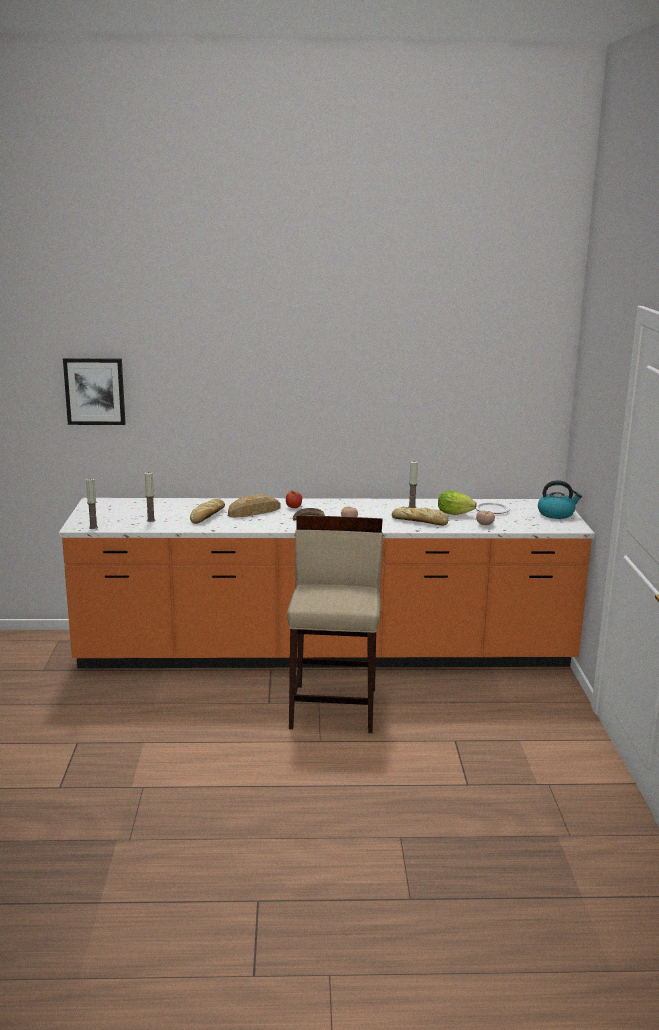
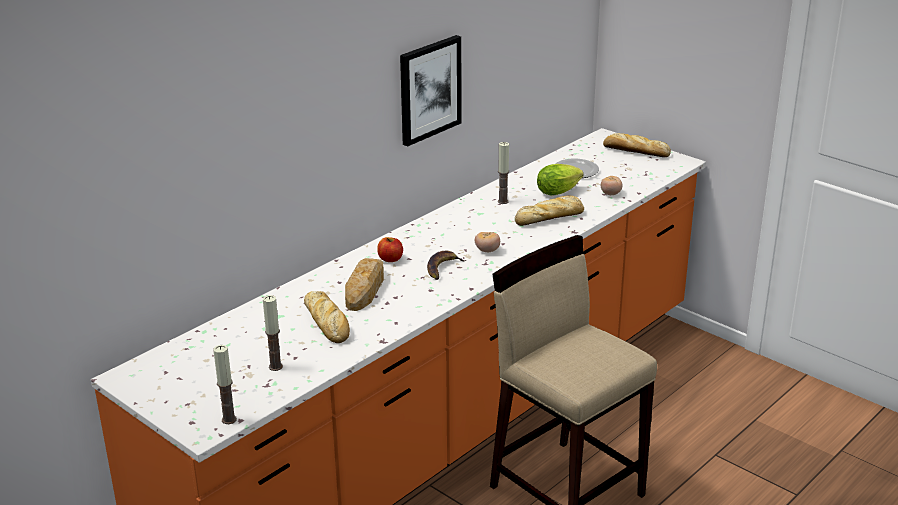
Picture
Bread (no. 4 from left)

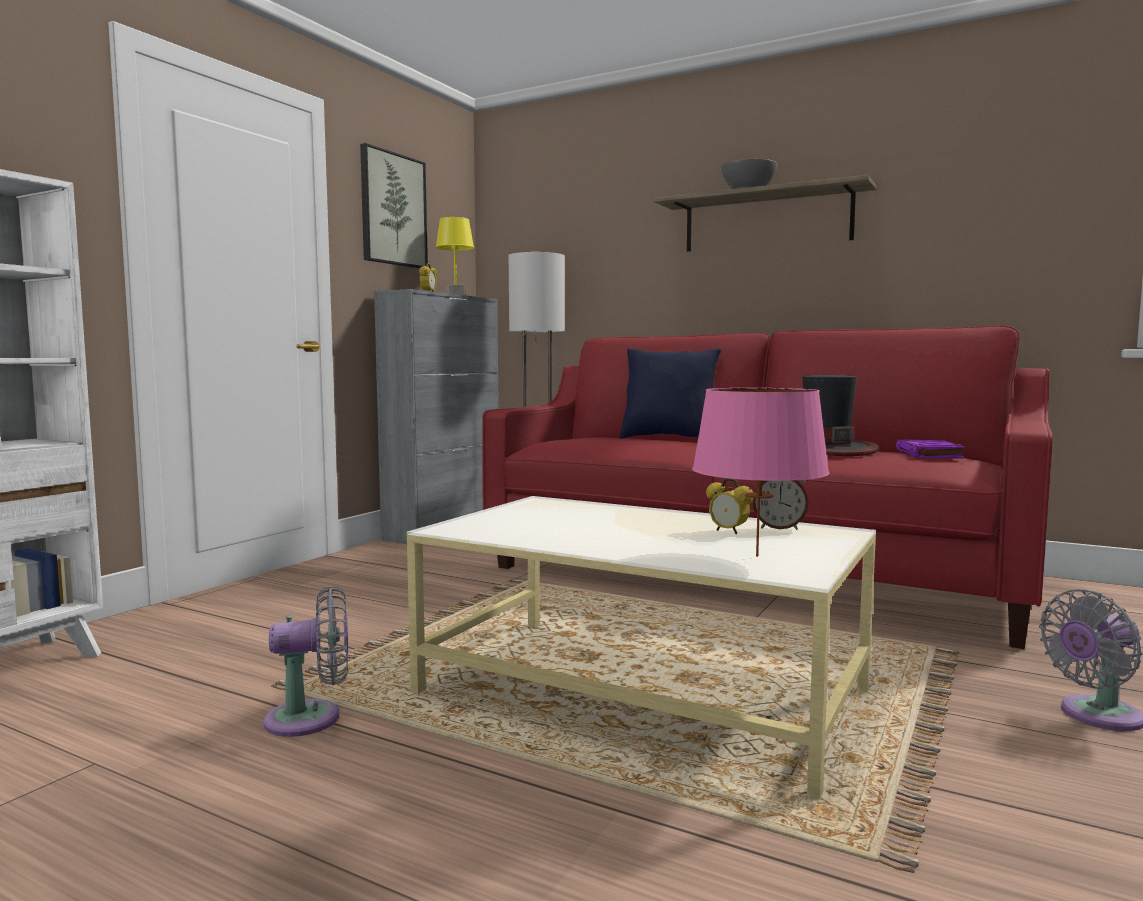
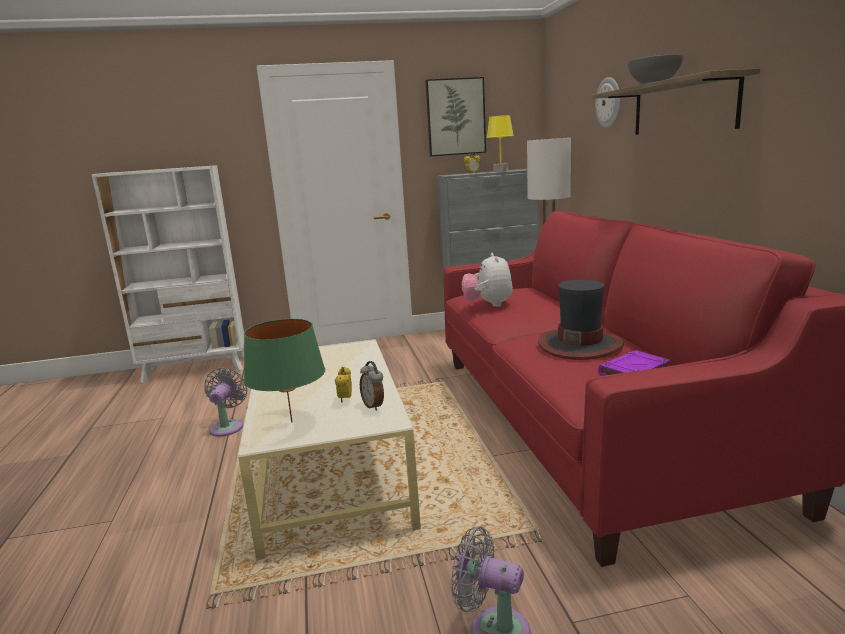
GreyFan (no. 1 from left)
BluePillow
GreenTableLamp
PlushToy
WallClock

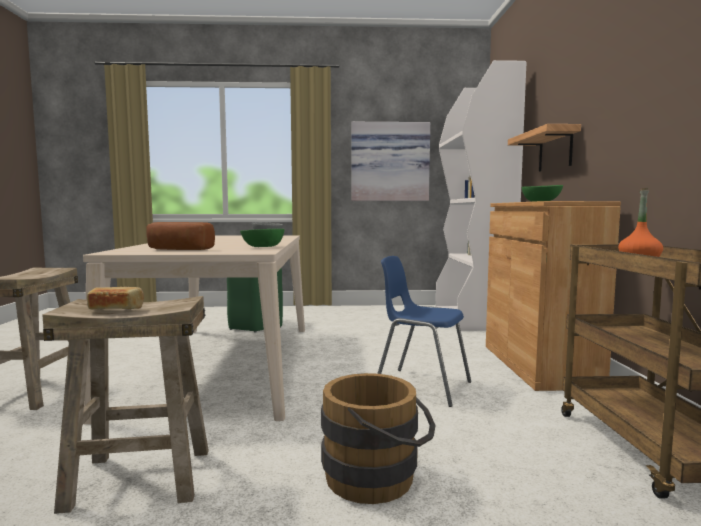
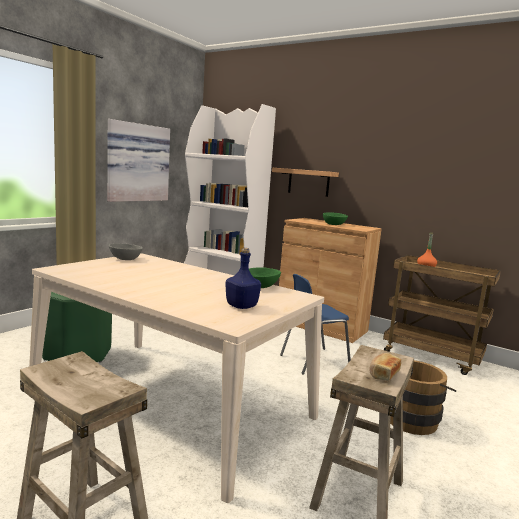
BlueBottle

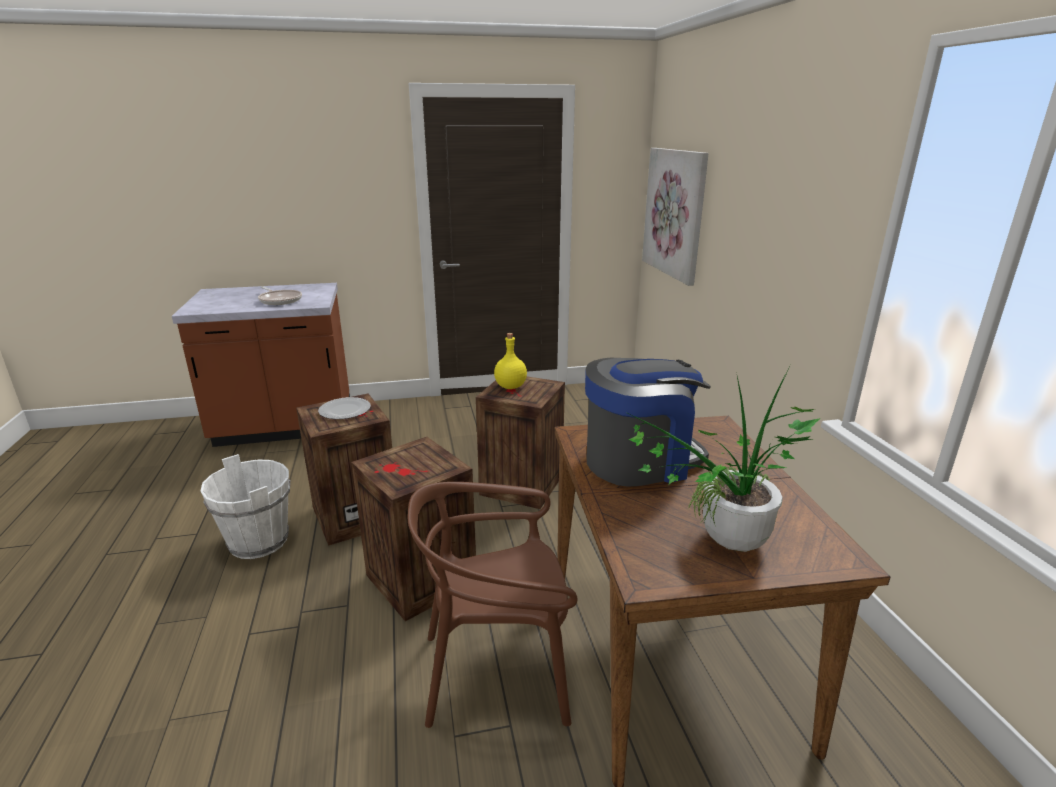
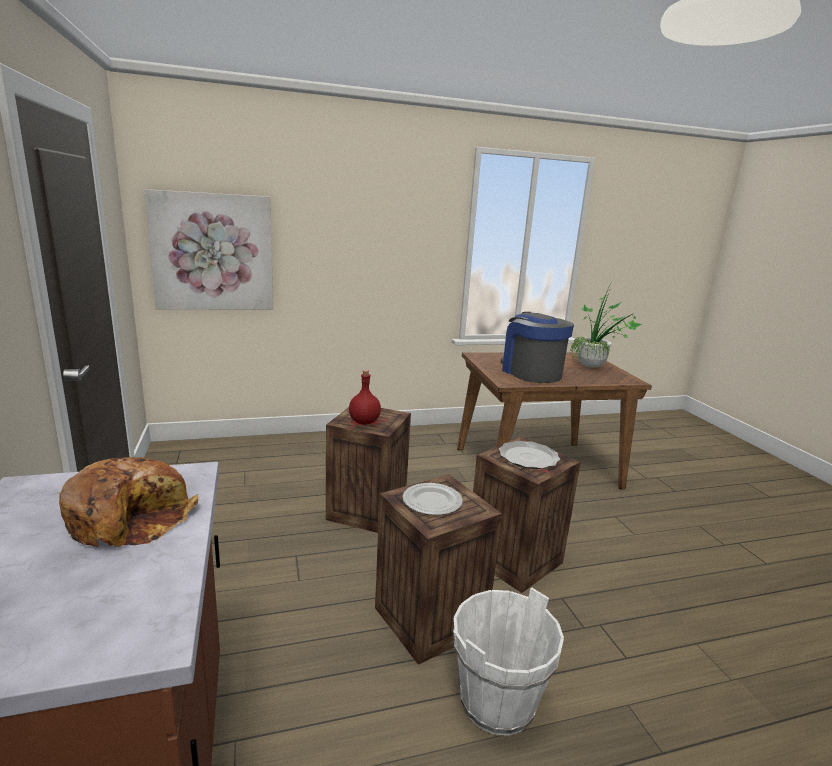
Bread
BrownChair
RedBottle
Plate (no. 2 from left)

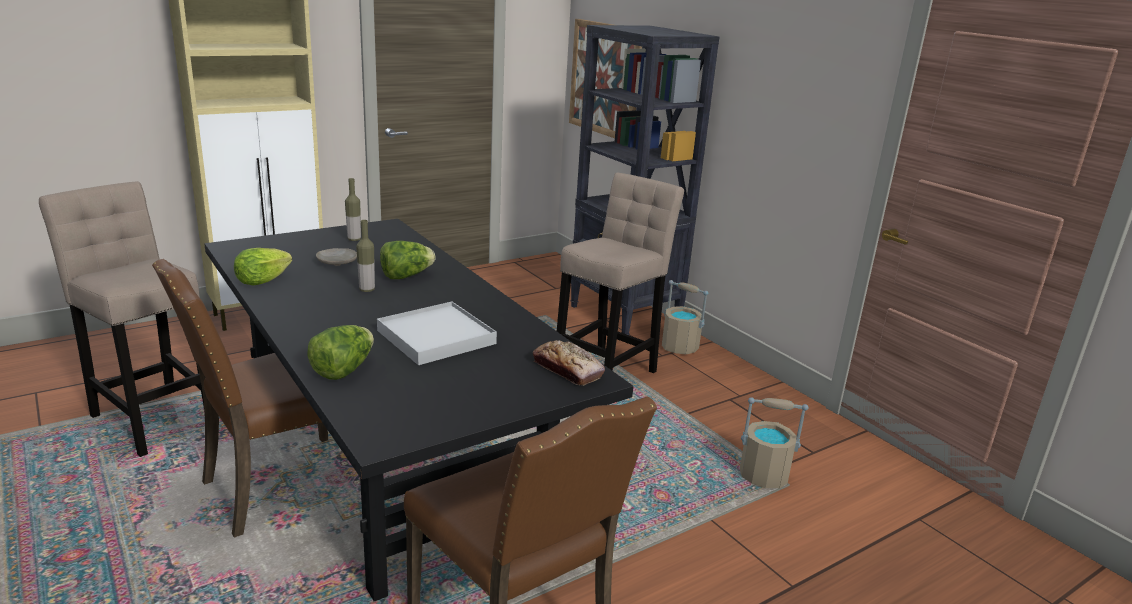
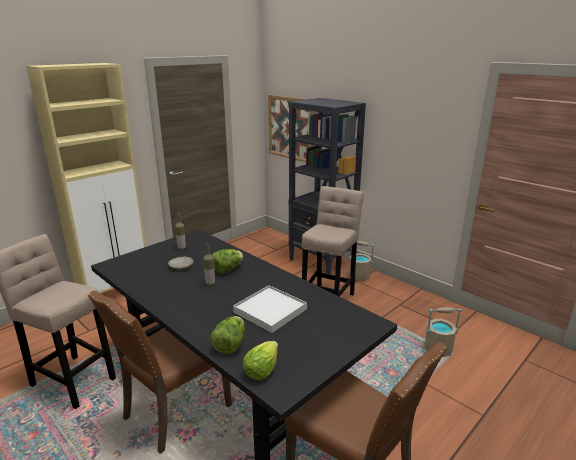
Lettuce (no. 3 from left)
Bread

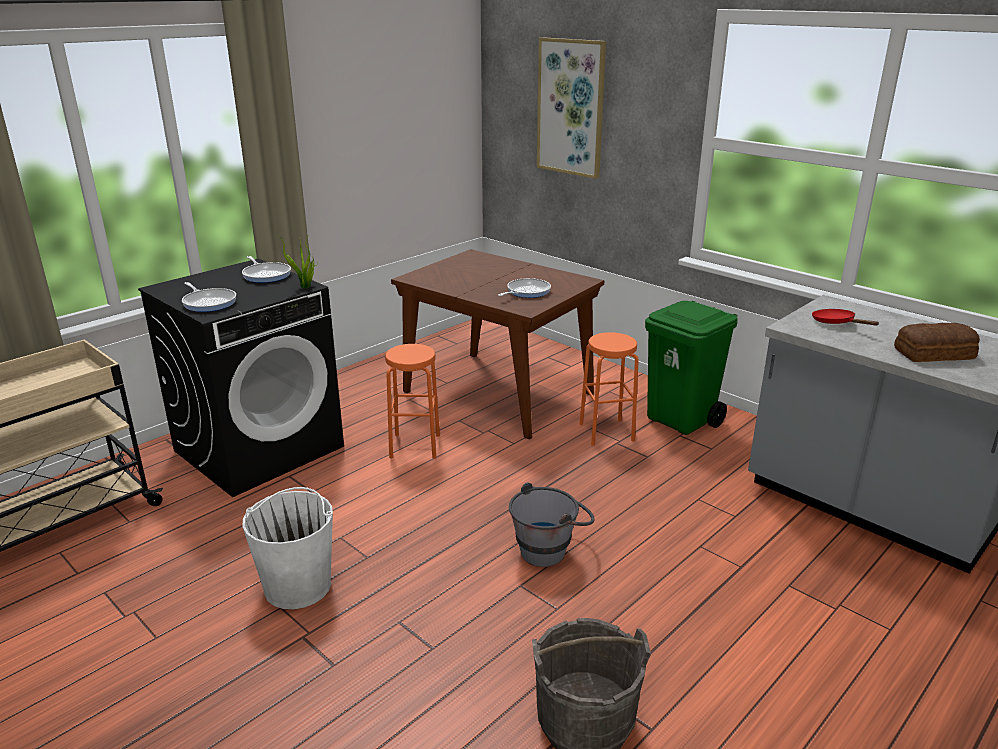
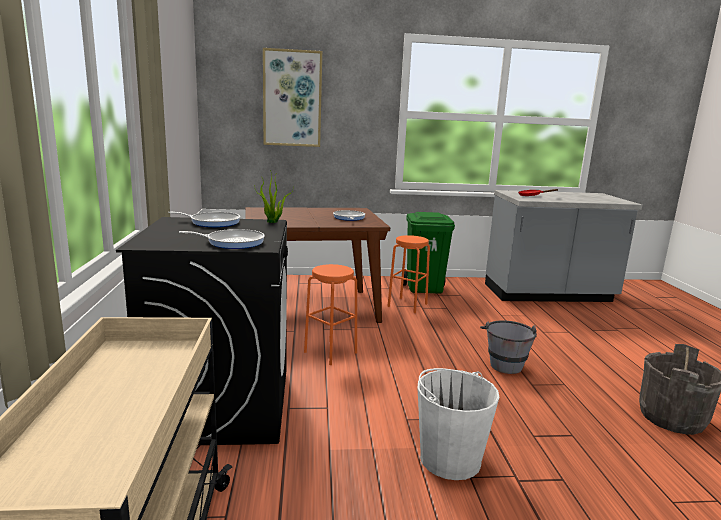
Bread

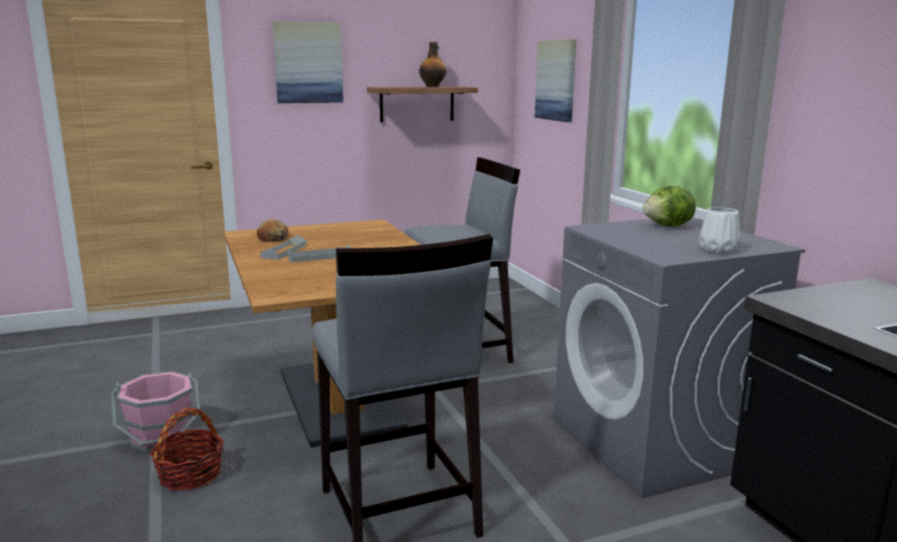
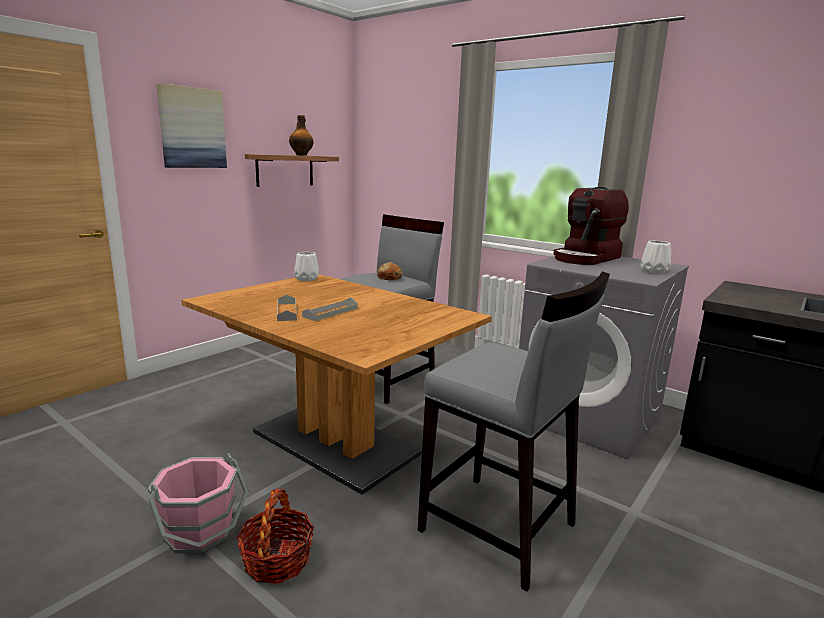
Bread
Picture (no. 2 from left in the first image)
CoffeeMachine
WhiteVase (no. 1 from left)

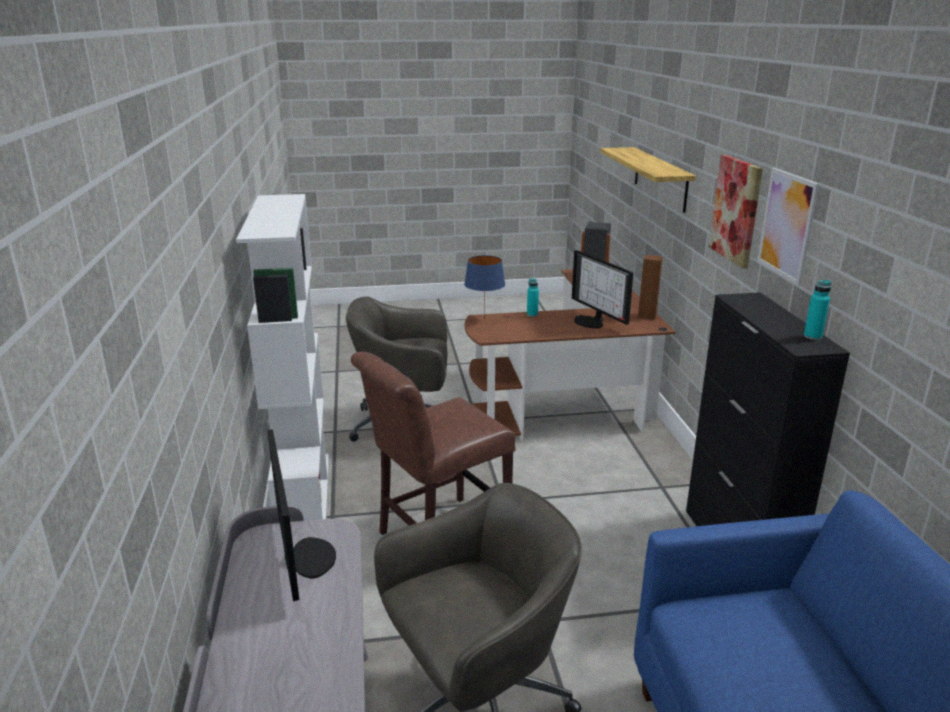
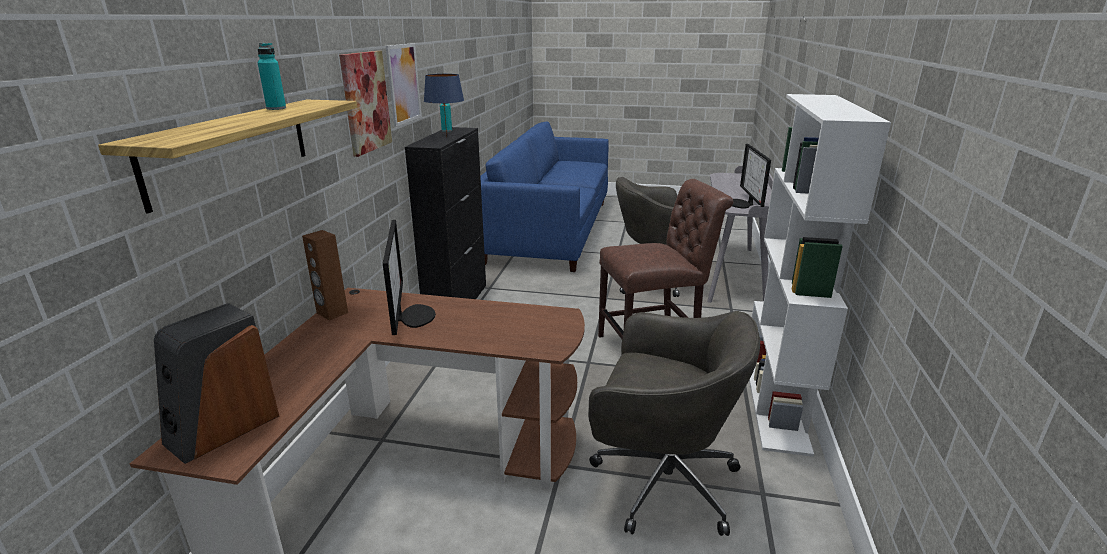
BlueTableLamp
TurquoiseBottle (no. 1 from left)

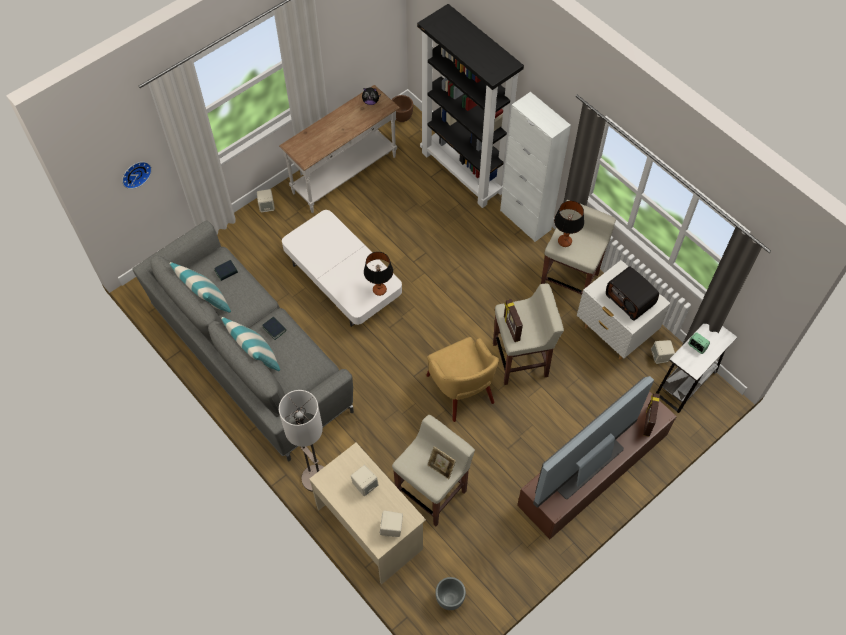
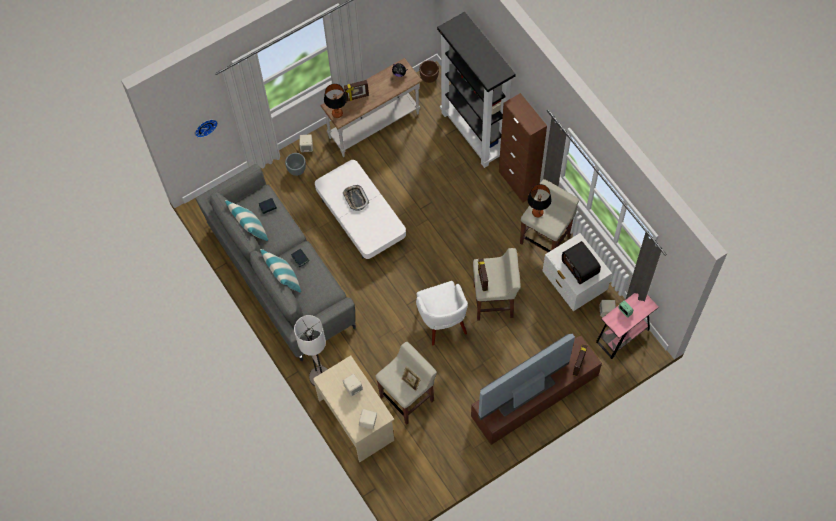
TableLamp (no. 1 from left)
WhiteArmchair
GreyPlanter
BrownCabinet
PinkSideTable
Tray
PictureFrame (no. 1 from left)

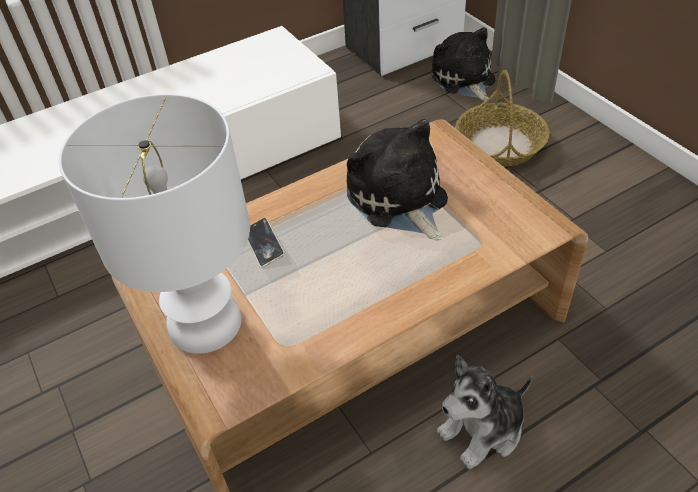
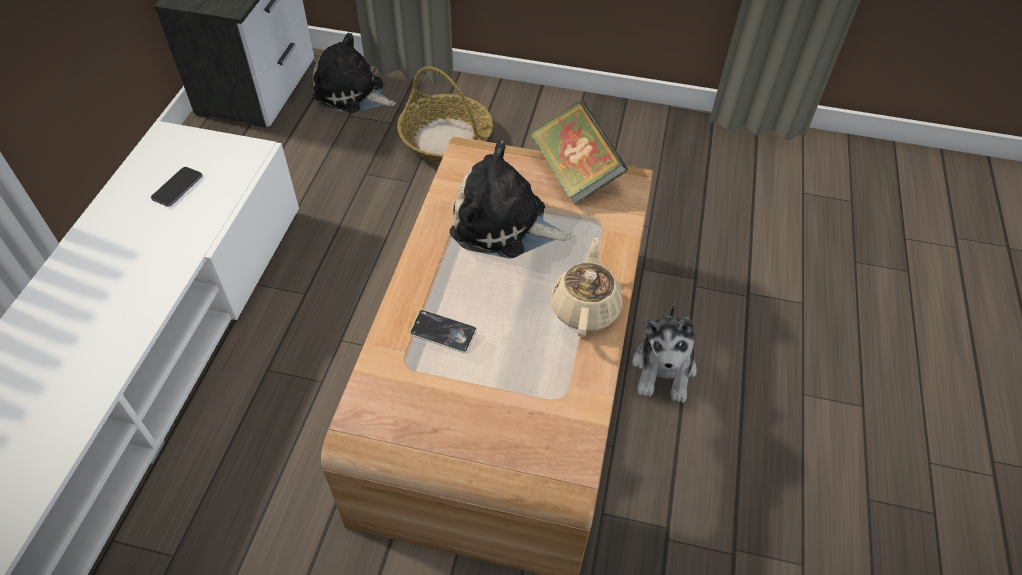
WhiteTableLamp
Phone (no. 1 from left)
Book
BeigeTeapot

